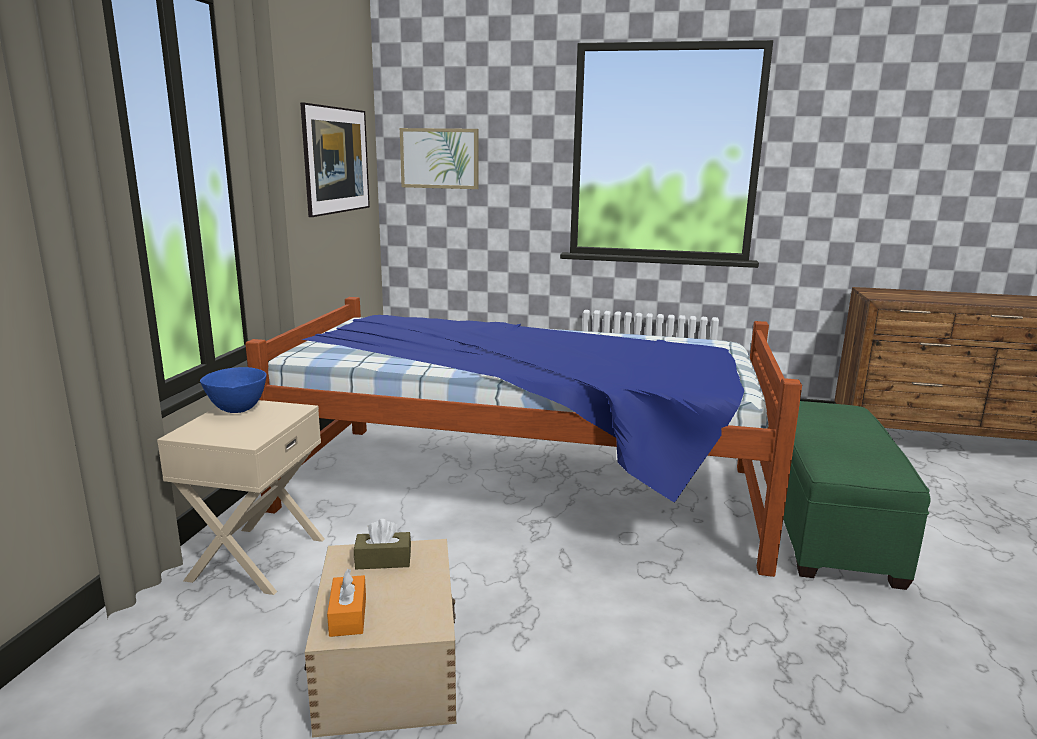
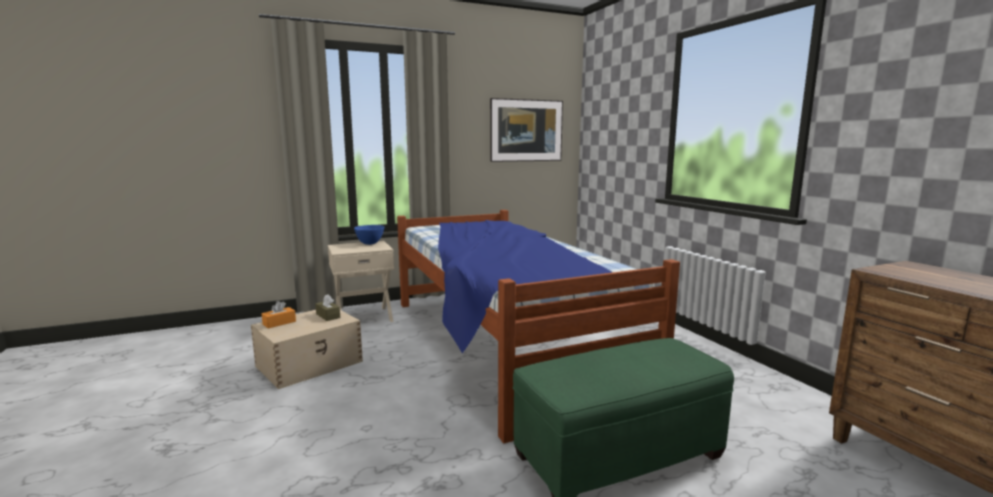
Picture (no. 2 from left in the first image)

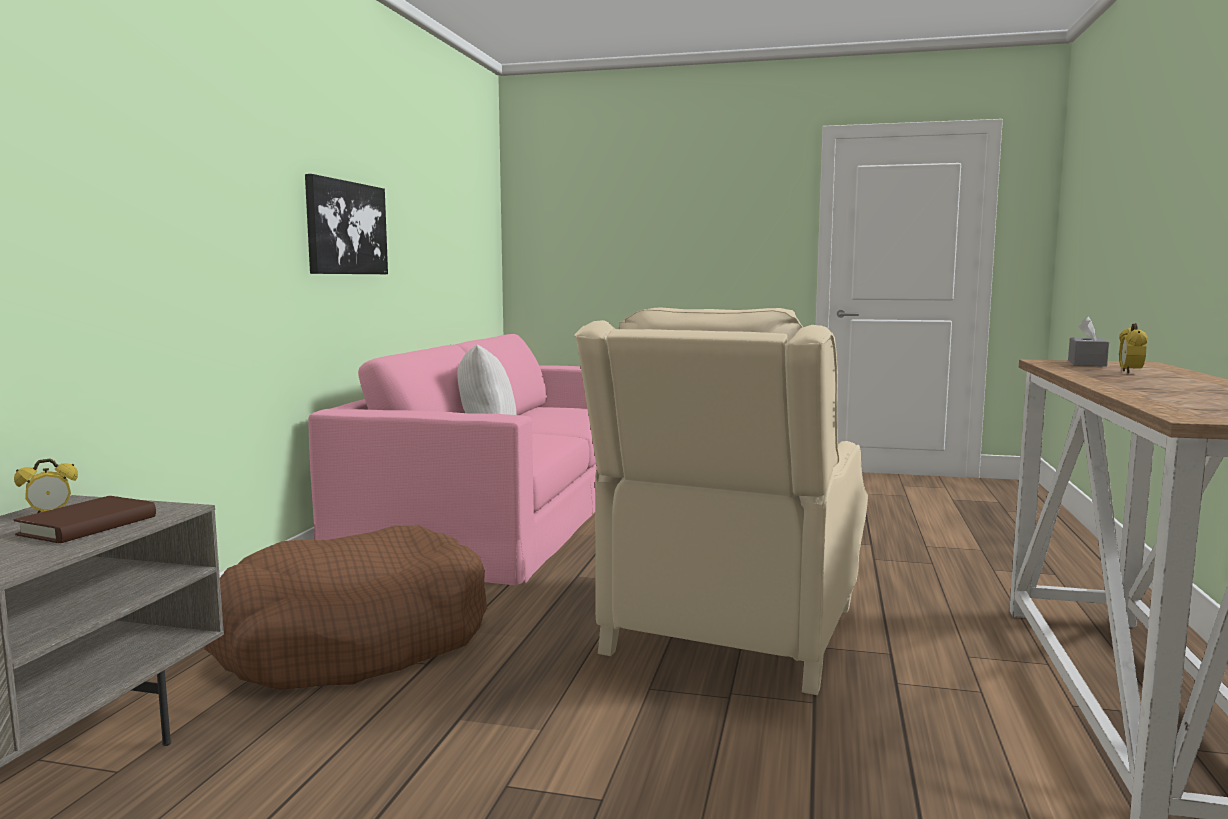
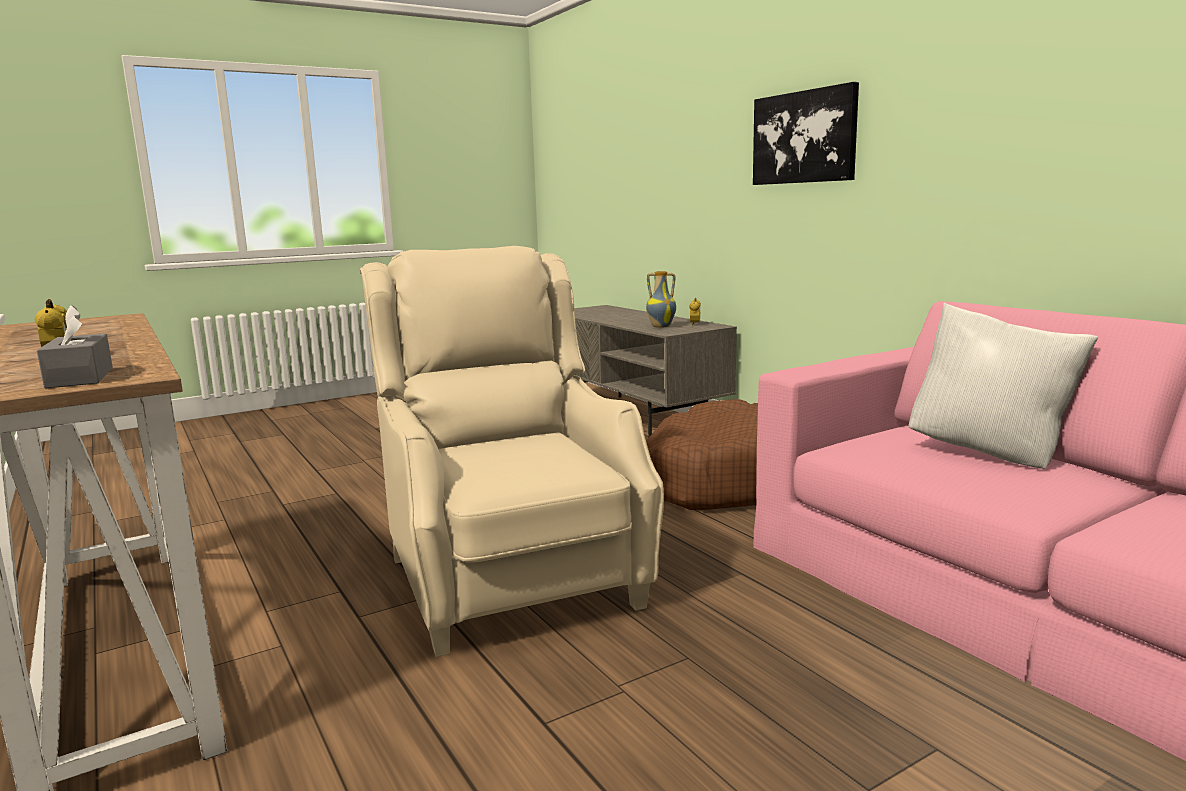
Vase
Picture

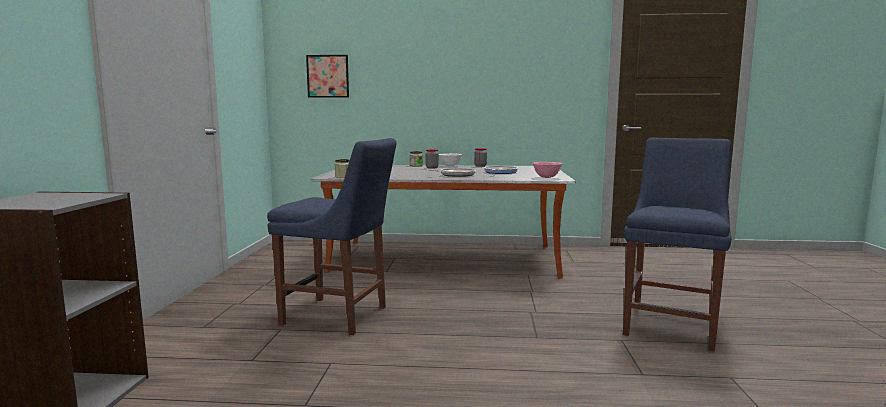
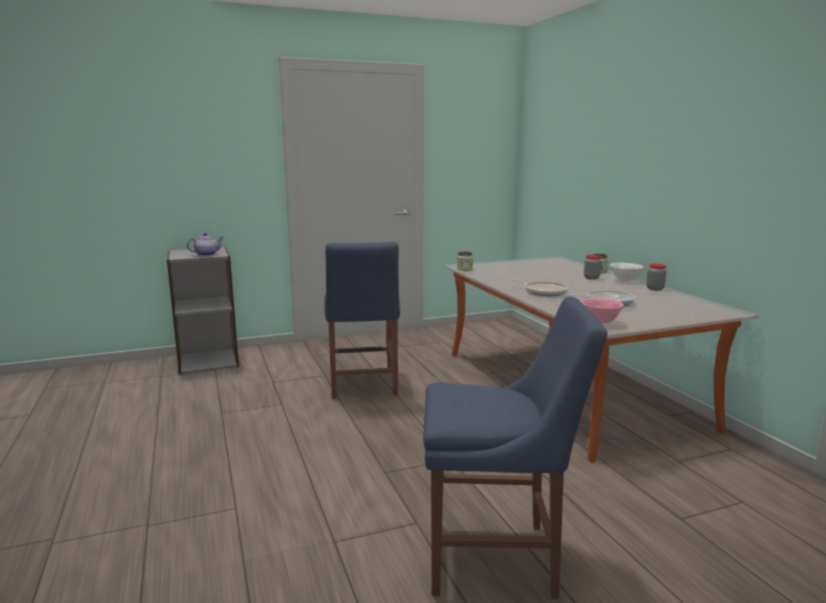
Picture
Teapot

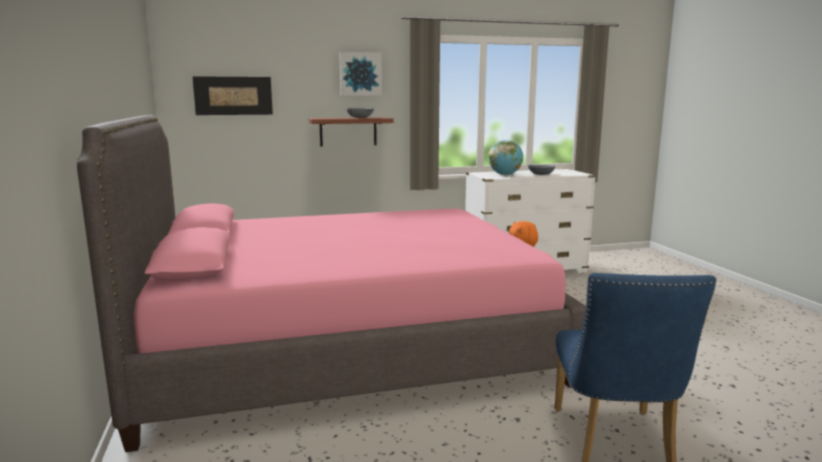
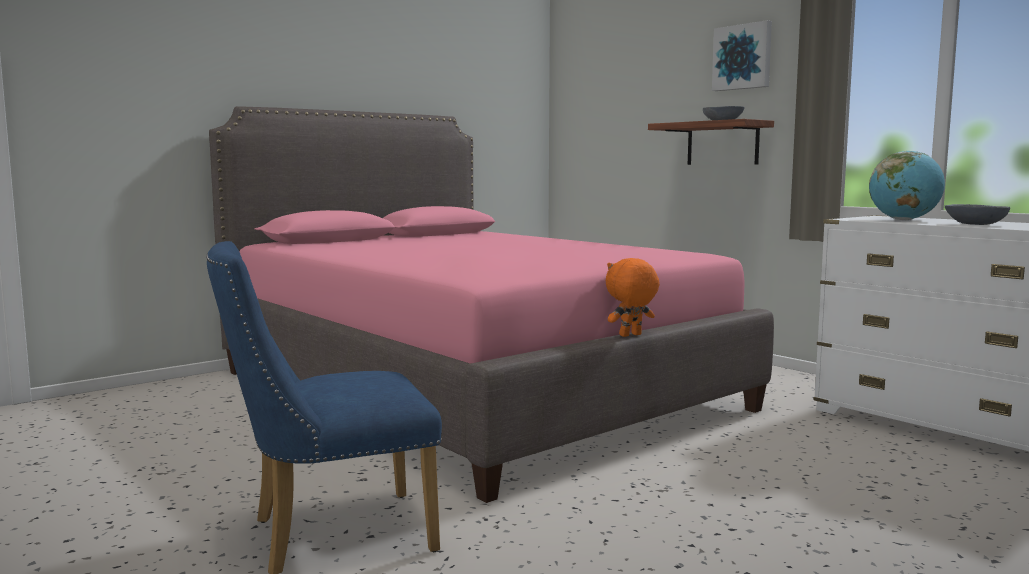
Picture (no. 1 from left in the first image)

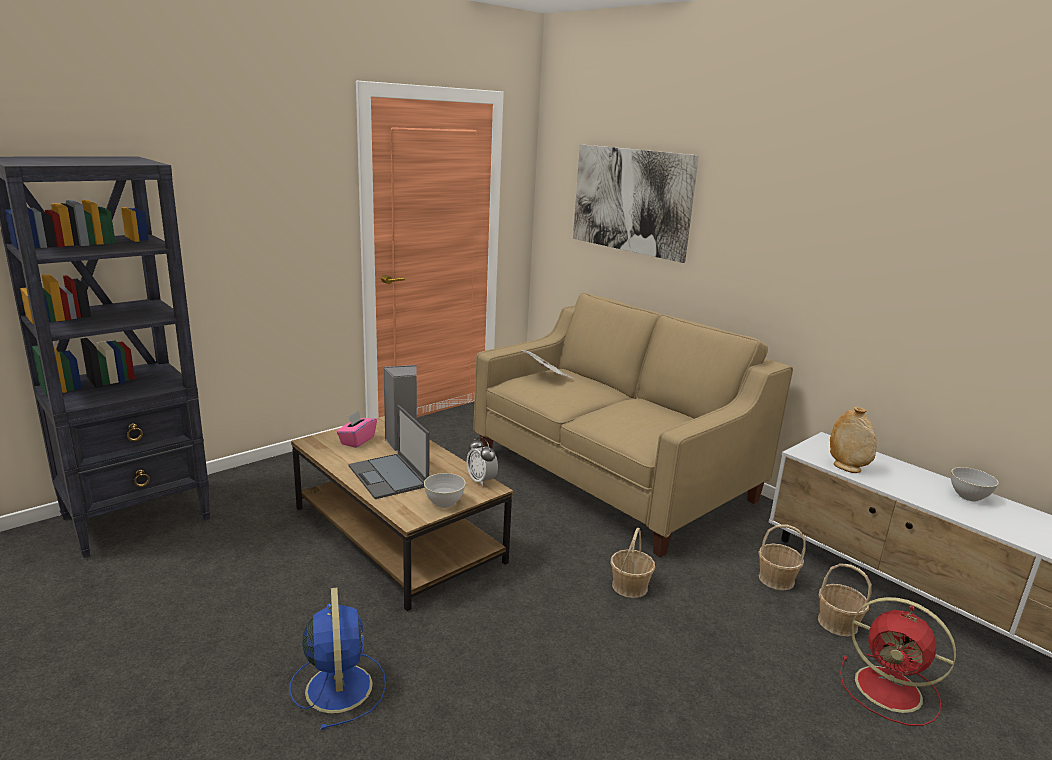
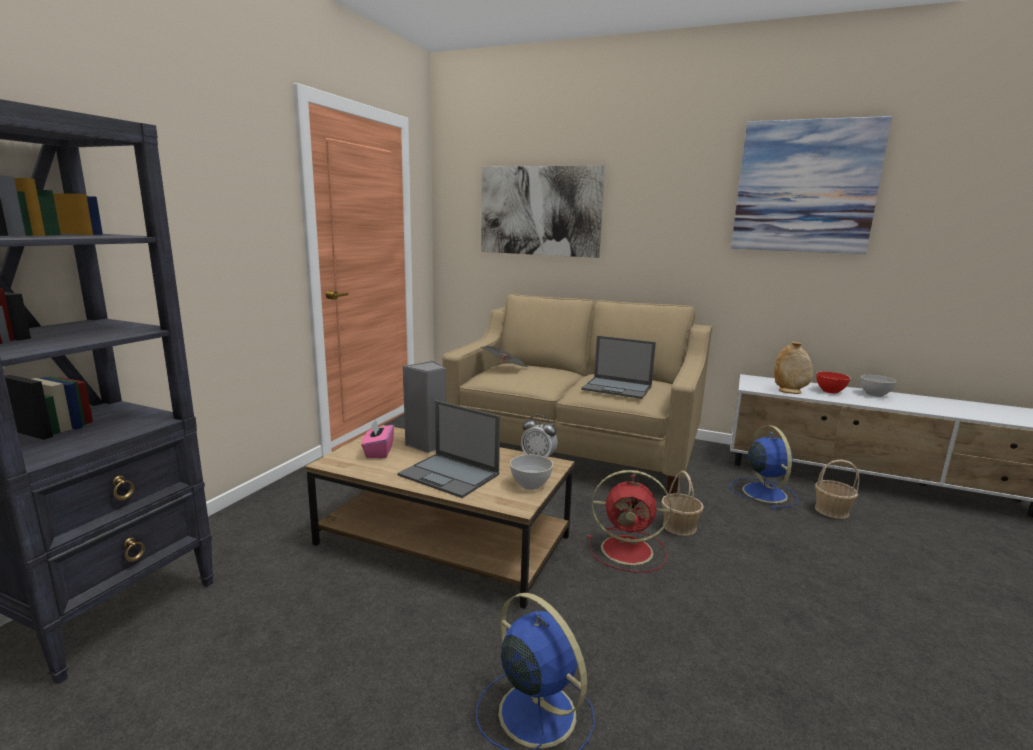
BlueFan (no. 2 from left)
RedFan
Laptop (no. 2 from left)
Picture (no. 2 from left)
RedBowl

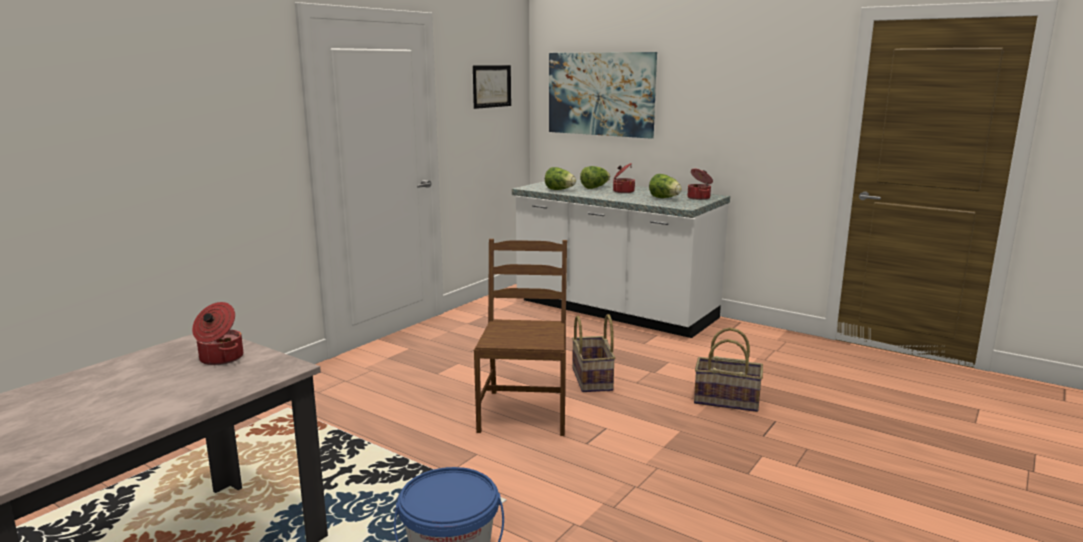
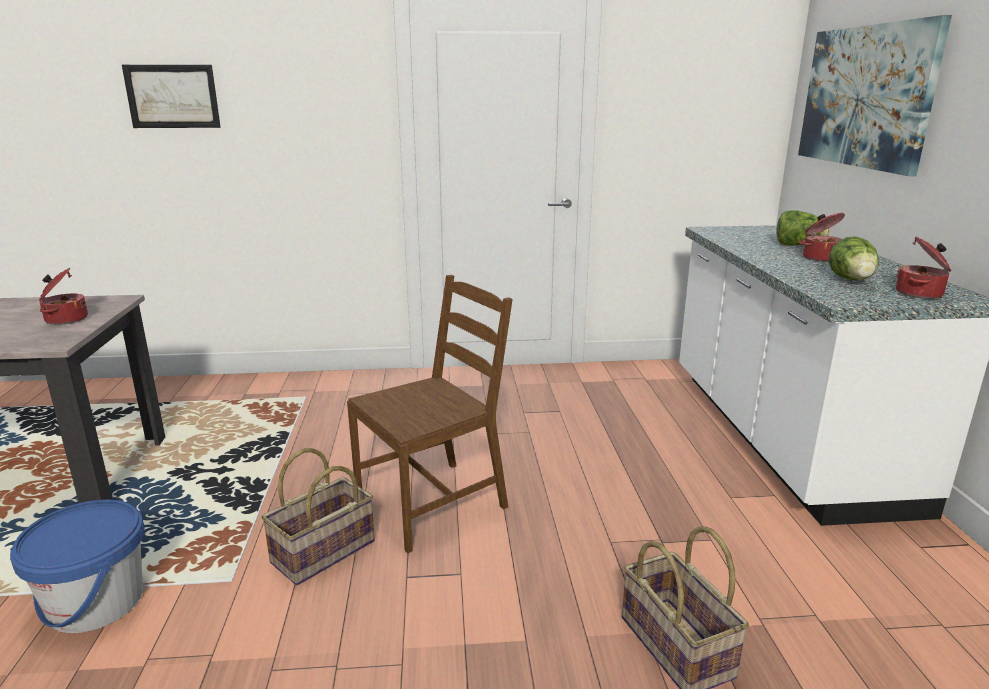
Picture (no. 1 from left)
Lettuce (no. 1 from left in the first image)
Basket (no. 1 from left)

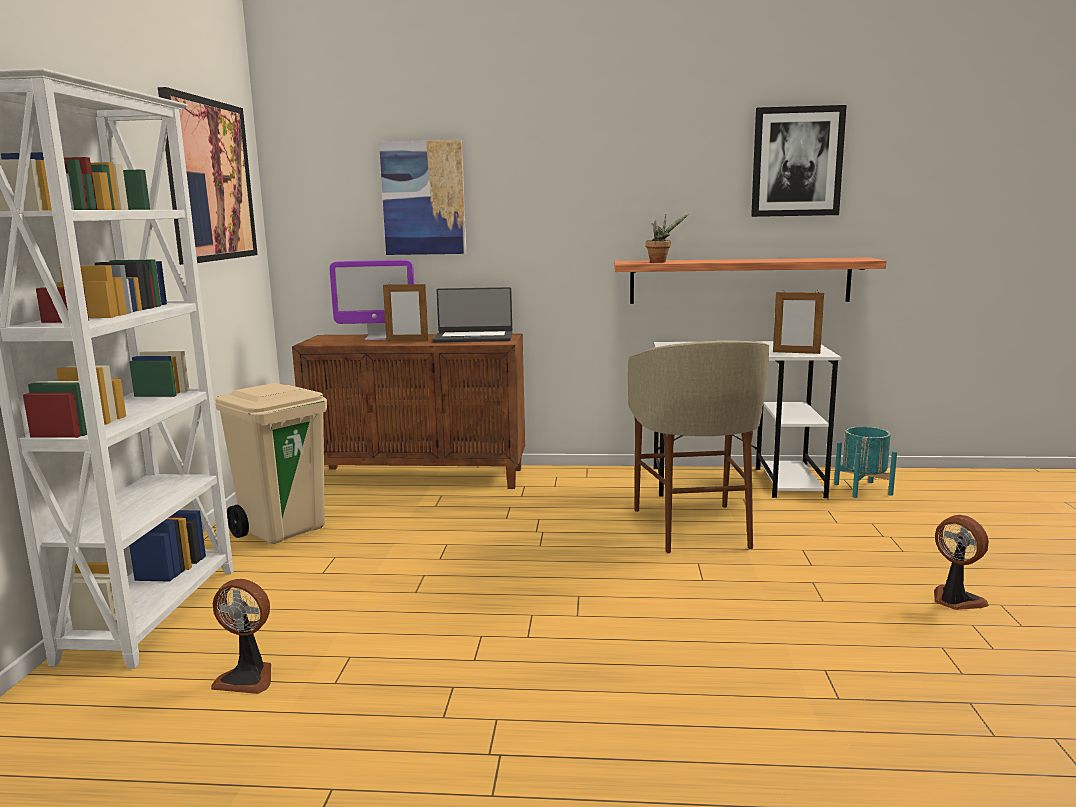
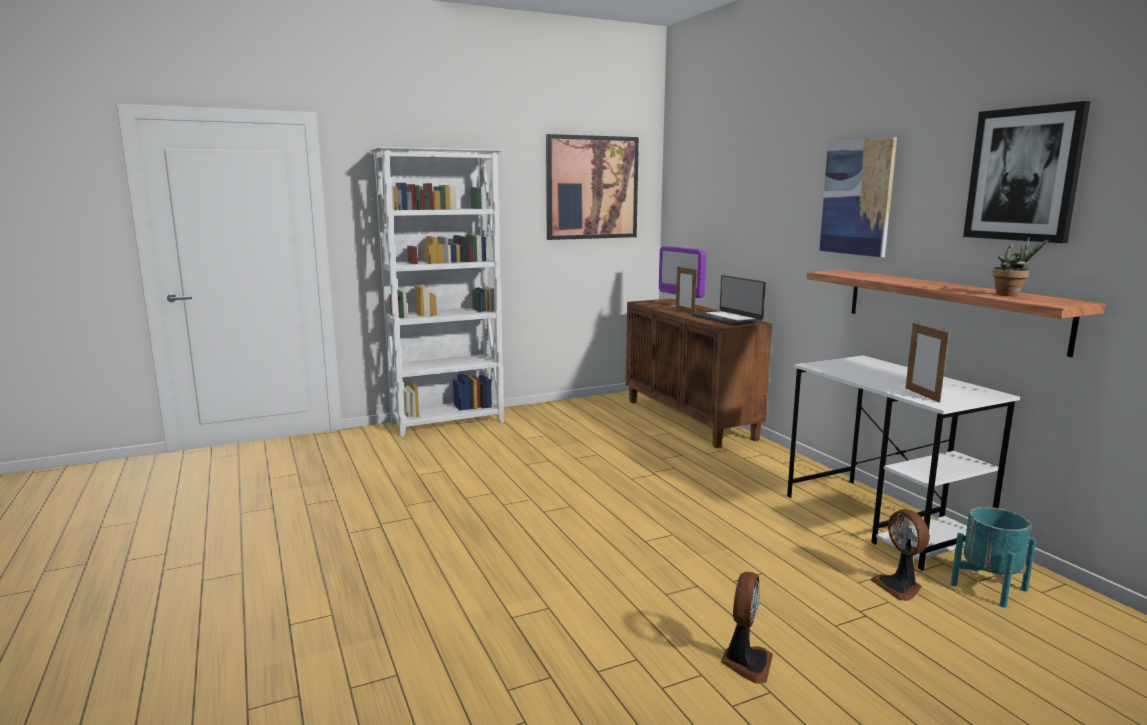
Fan (no. 2 from left)
BeigeTrashCan
Picture (no. 2 from left)
BeigeStool
PottedPlant

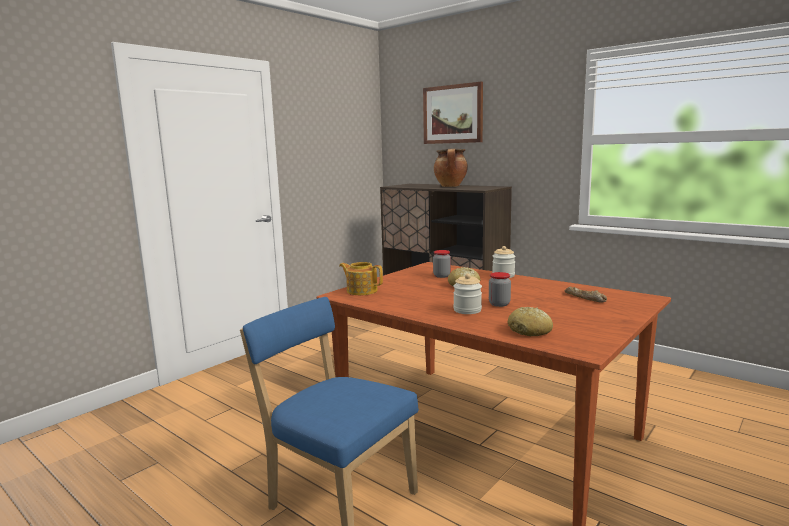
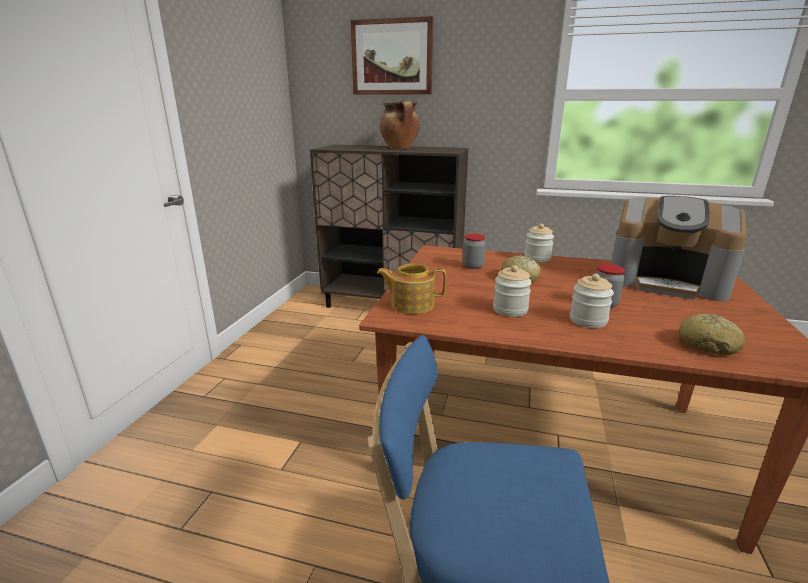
CoffeeMachine
Jar (no. 2 from left)

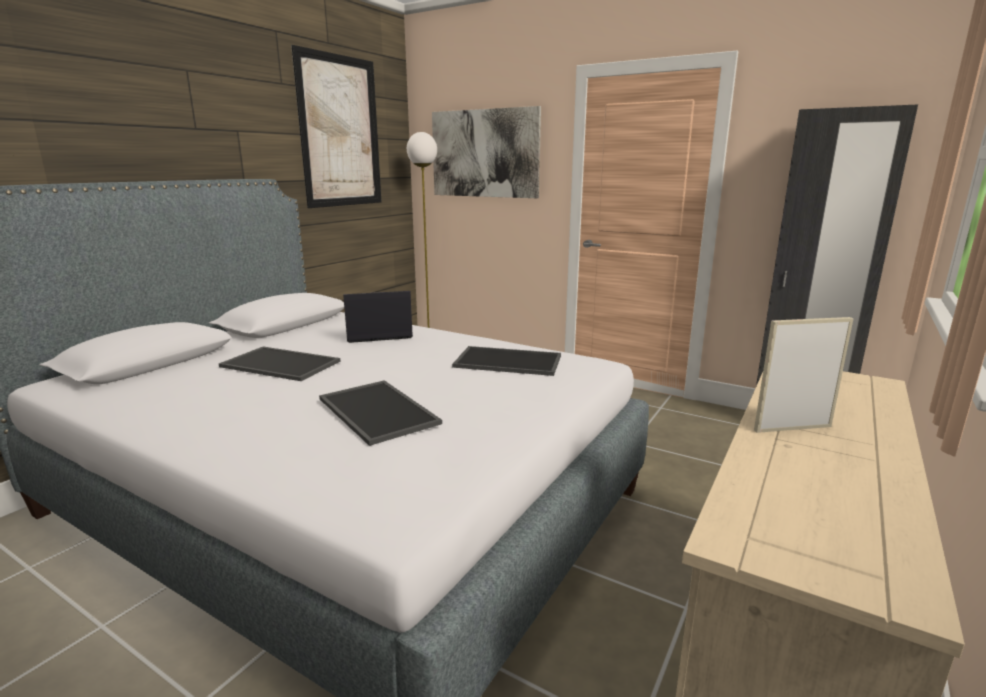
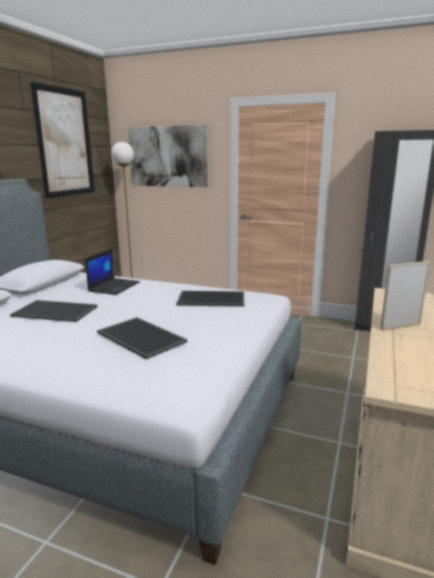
Laptop

